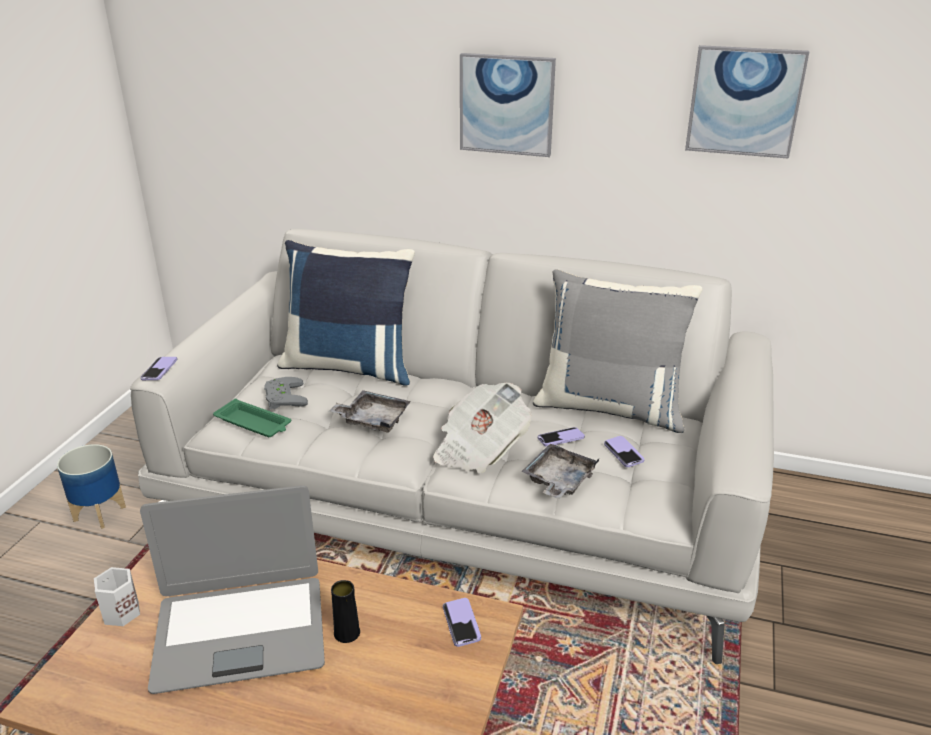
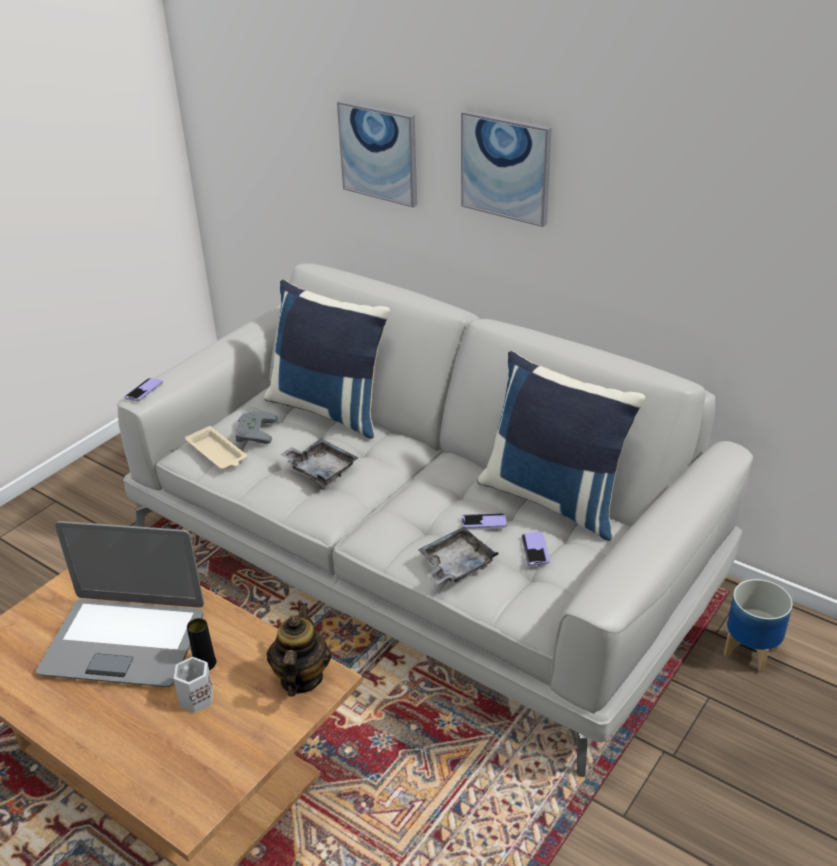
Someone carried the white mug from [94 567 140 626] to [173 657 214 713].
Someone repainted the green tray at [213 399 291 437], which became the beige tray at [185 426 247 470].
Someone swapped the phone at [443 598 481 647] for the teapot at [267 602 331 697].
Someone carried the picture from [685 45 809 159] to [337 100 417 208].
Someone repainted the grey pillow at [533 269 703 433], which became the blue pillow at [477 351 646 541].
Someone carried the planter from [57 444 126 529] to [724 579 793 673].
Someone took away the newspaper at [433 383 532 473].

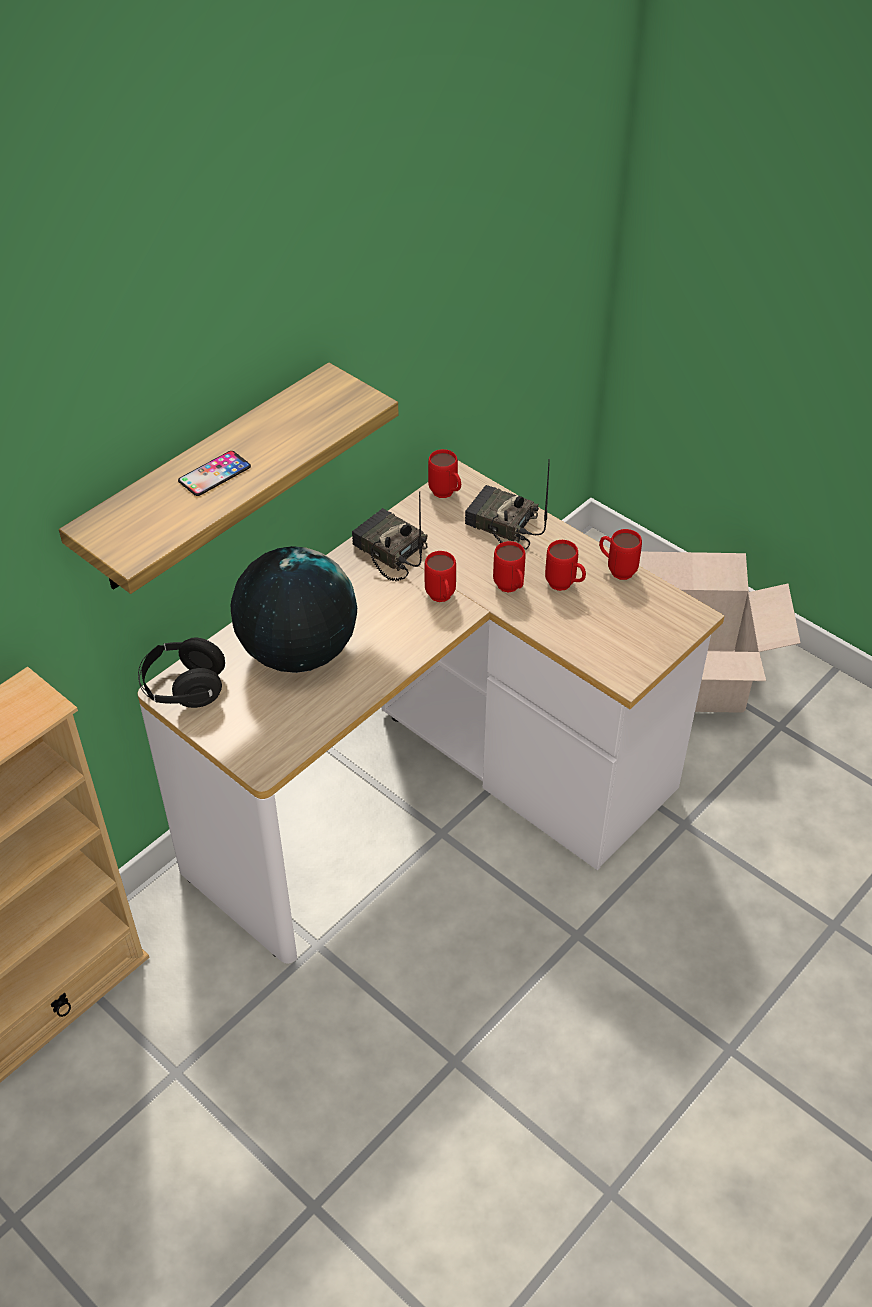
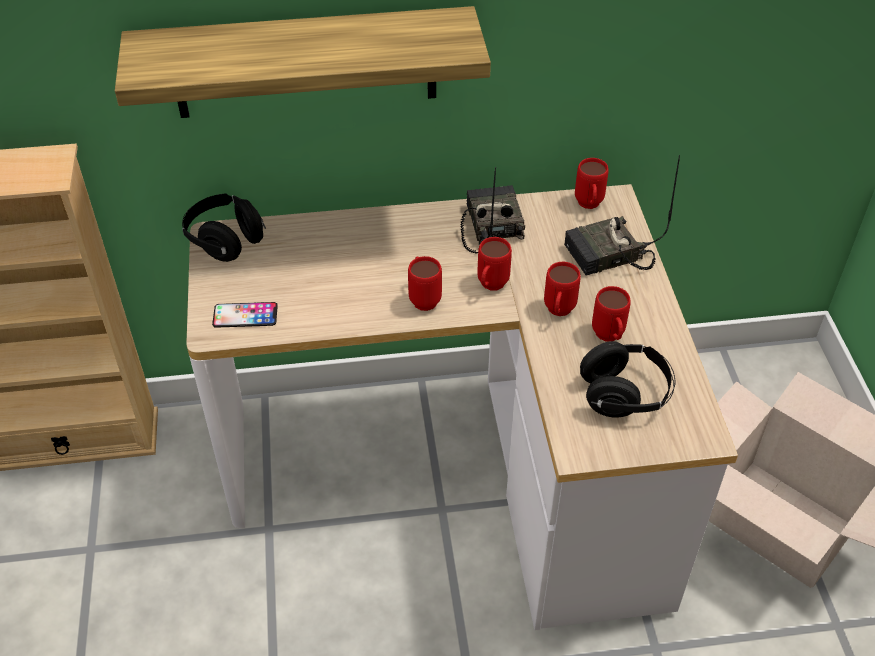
Someone carried the phone from [178 451 251 496] to [212 302 278 328].
Someone carried the red mug from [599 529 642 580] to [408 256 442 311].
Someone rotated the radio at [465 459 550 550] by 90 degrees counterclockwise.
Someone put down the black headphones at [580 341 675 417].
Someone took away the globe at [231 546 357 673].

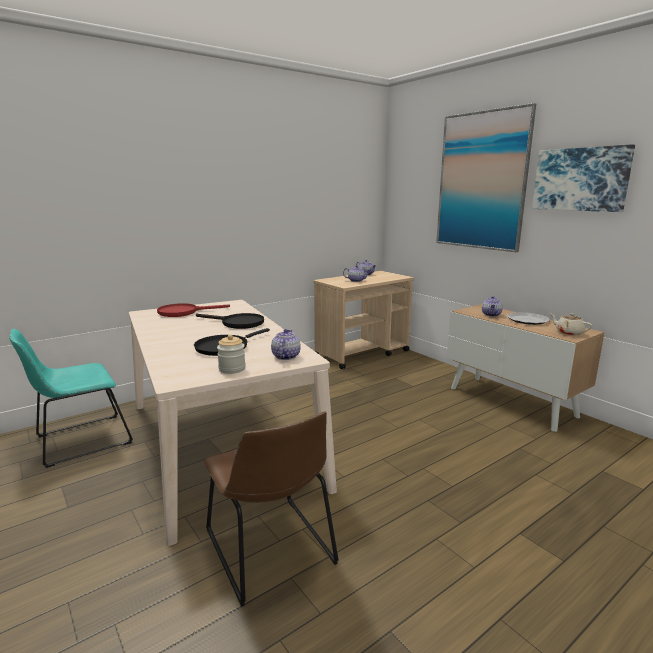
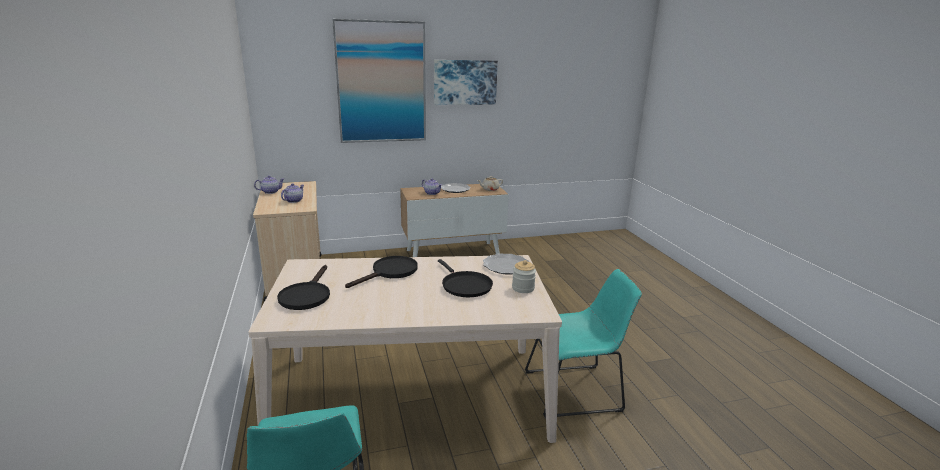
Someone repainted the red frying pan at [157 303 230 317], which became the black frying pan at [277 265 330 310].
Someone swapped the teapot at [271 329 301 360] for the plate at [483 253 530 275].
Someone repainted the brown chair at [204 411 339 607], which became the turquoise chair at [525 269 642 419].

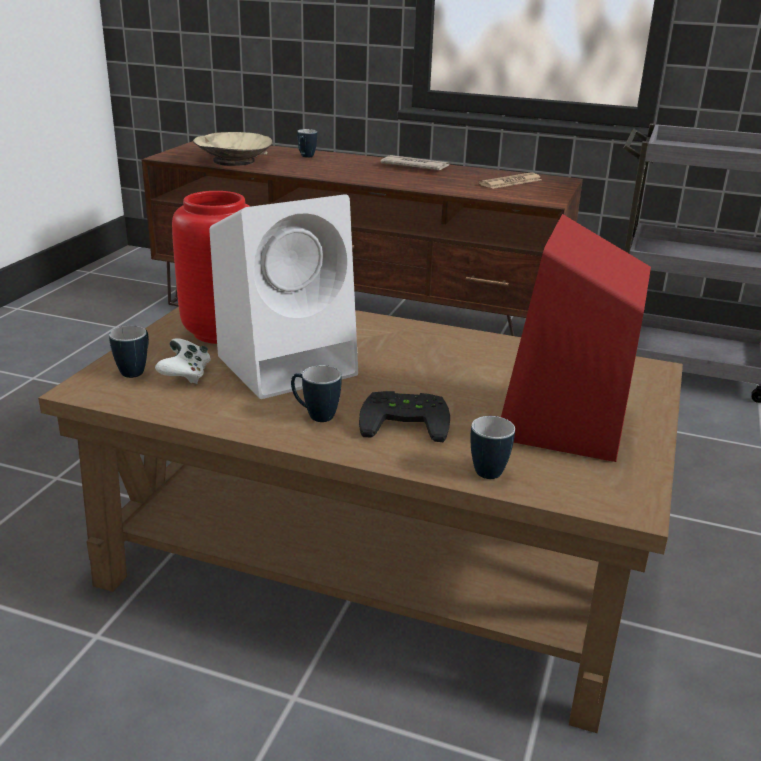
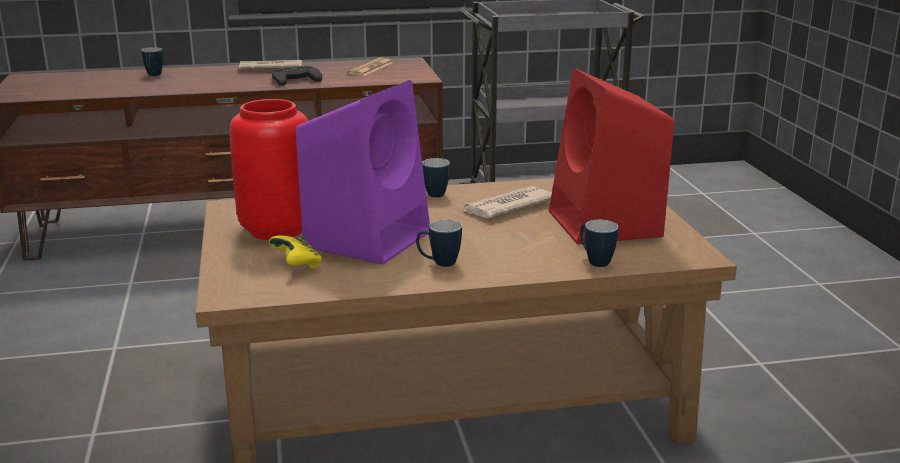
Someone repainted the white game controller at [155 338 211 384], which became the yellow game controller at [269 235 322 269].
Someone carried the black game controller from [359 391 450 442] to [271 66 322 86].
Someone repainted the white speaker at [209 194 358 399], which became the purple speaker at [296 80 430 265].
Someone carried the mug from [109 326 149 378] to [422 158 450 197].
Someone put down the newspaper at [463 186 552 218].
Someone took away the beige bowl at [193 132 272 166].

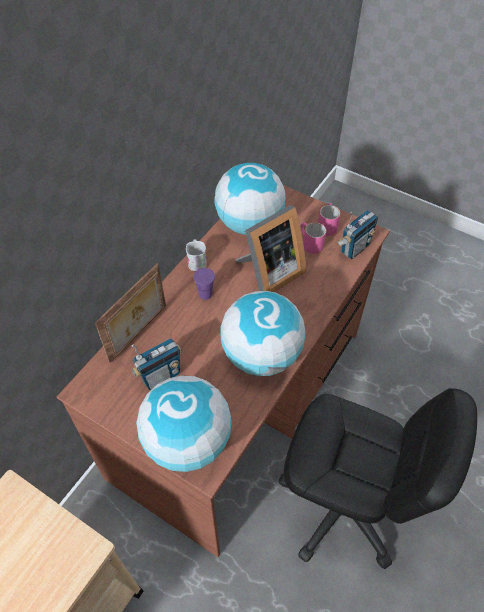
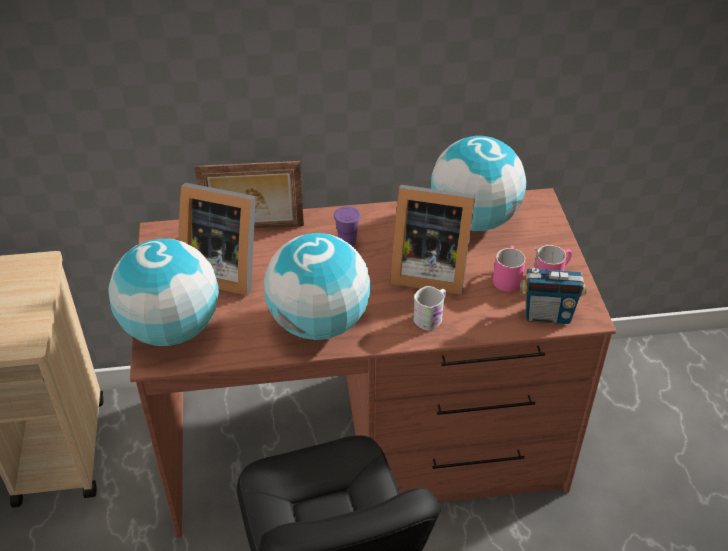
Someone swapped the radio at [132 338 182 390] for the picture frame at [179 183 256 296].
Someone carried the white mug from [186 239 207 271] to [413 286 446 331].

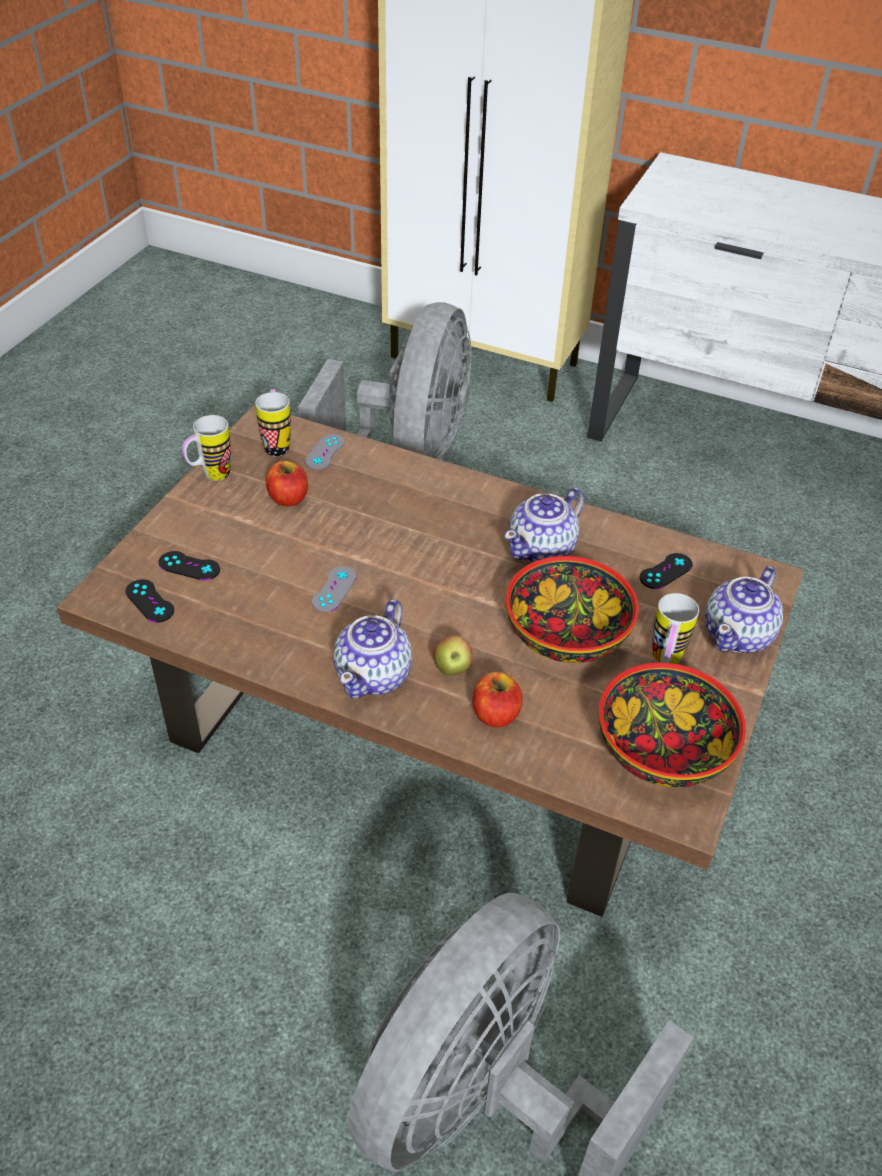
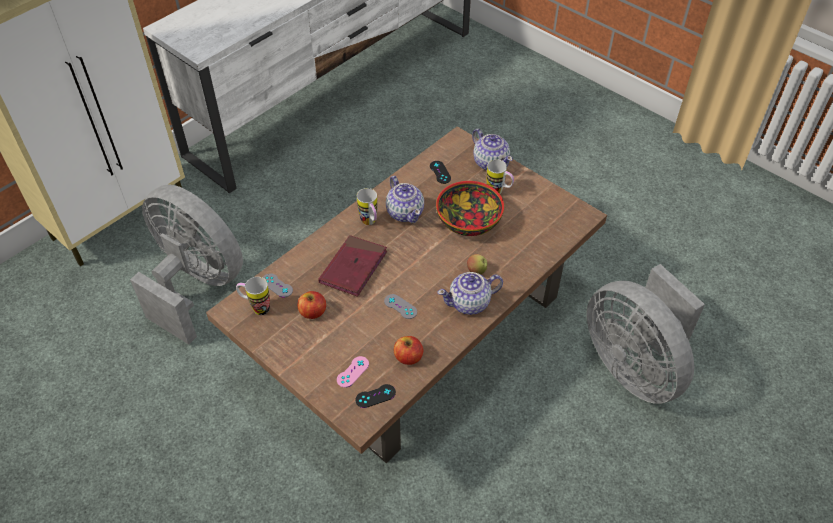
Someone put down the red book at [318 235 387 297].
Someone repainted the black game controller at [158 551 220 581], which became the pink game controller at [337 356 369 388].
Someone carried the mug from [182 415 231 481] to [357 188 377 225].
Someone carried the apple from [473 672 523 728] to [394 336 424 365].
Someone rotated the teapot at [334 599 412 698] by 120 degrees clockwise.
Someone took away the bowl at [598 663 746 788].

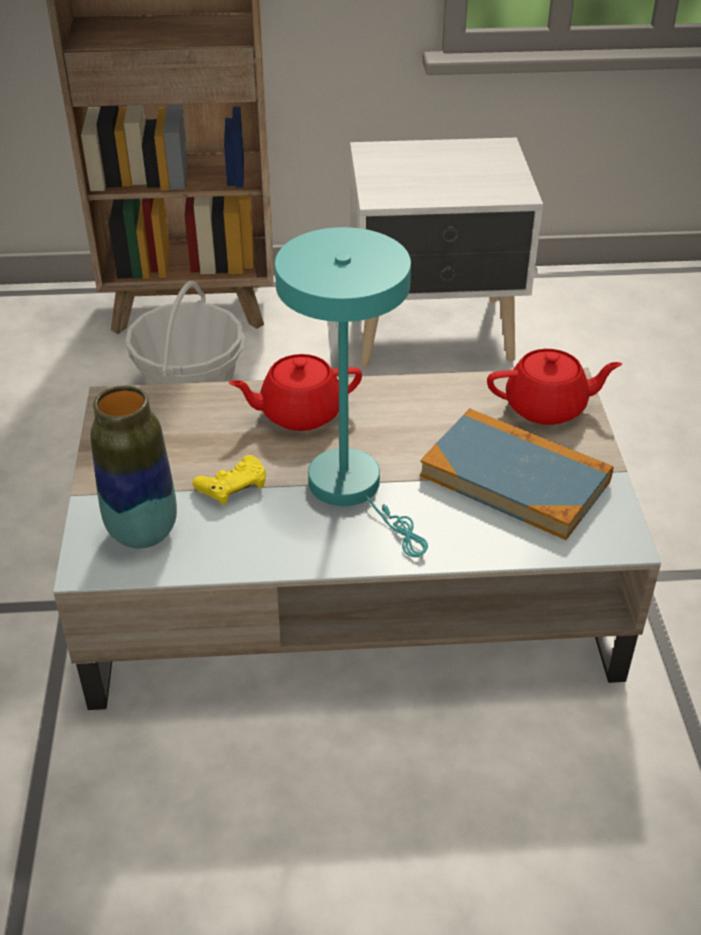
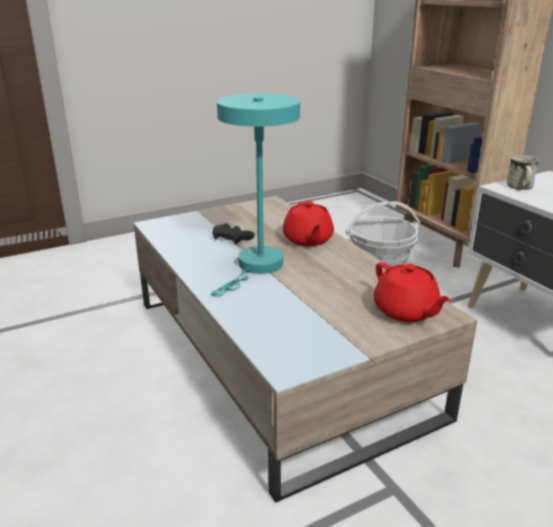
Someone repainted the yellow game controller at [193 455 266 505], which became the black game controller at [213 223 255 244].
Someone rotated the red teapot at [229 354 362 431] by 150 degrees counterclockwise.
Someone put down the white mug at [506 155 539 190].
Someone took away the vase at [90 385 177 549].
Someone took away the book at [420 409 614 540].

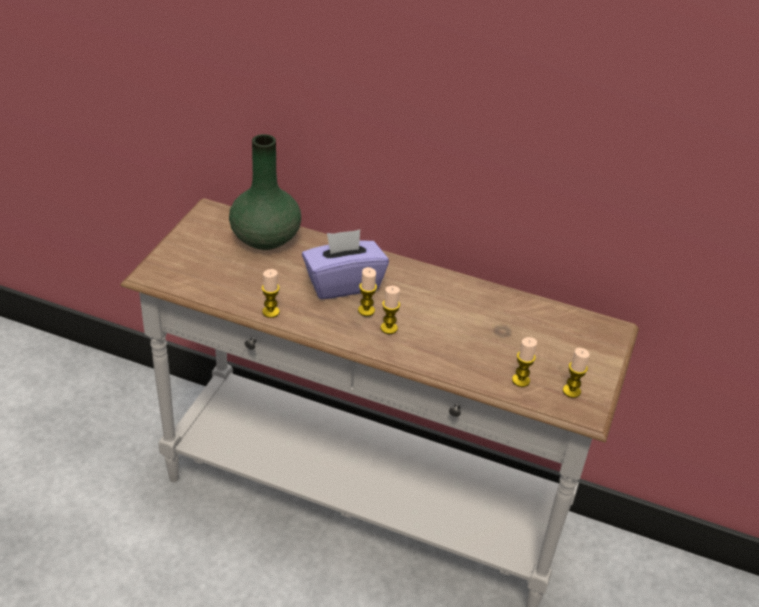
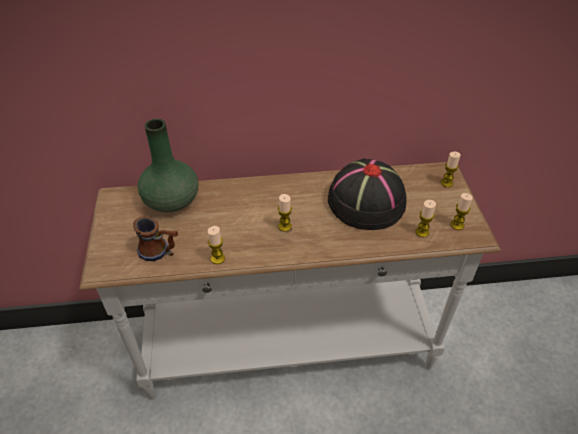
Someone put down the mug at [133 216 178 261].
Someone put down the black hat at [328 159 407 230].
Someone carried the candle from [381 286 400 334] to [441 152 461 187].
Someone took away the purple tissue box at [302 230 389 299].

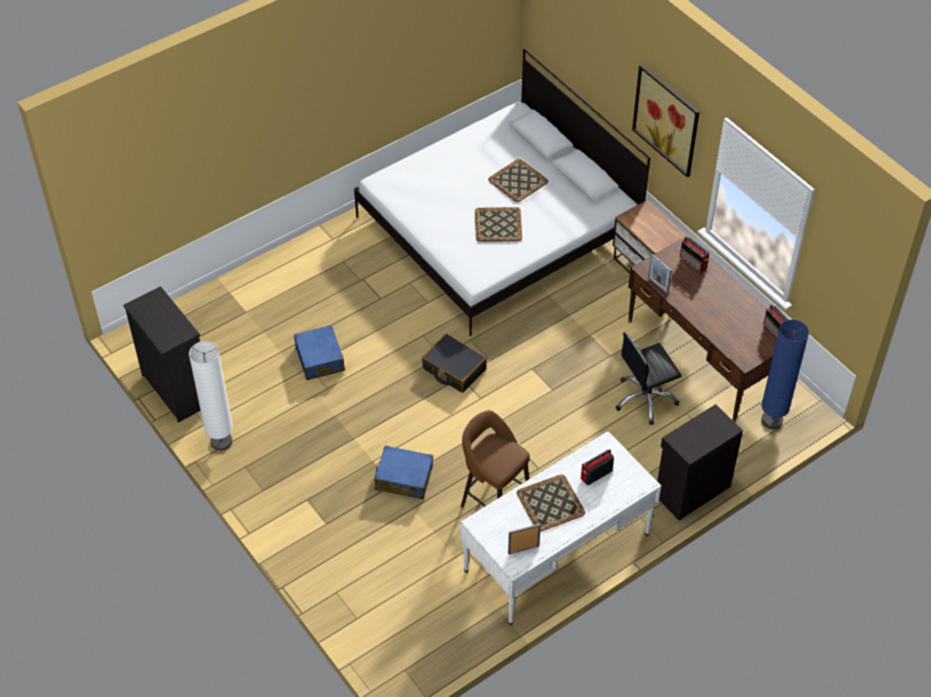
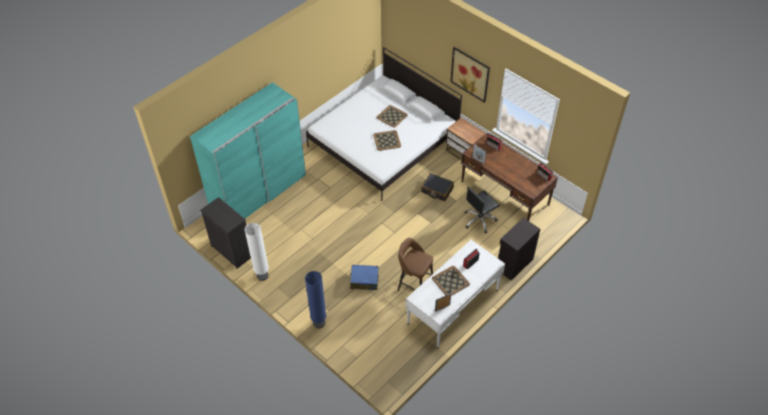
Someone put down the turquoise wardrobe at [190 82 306 219].
Someone carried the blue floor lamp from [761 320 809 429] to [305 271 326 329].
Someone carried the black suitcase from [422 334 487 393] to [421 173 454 201].
Someone took away the blue suitcase at [294 325 345 380].

